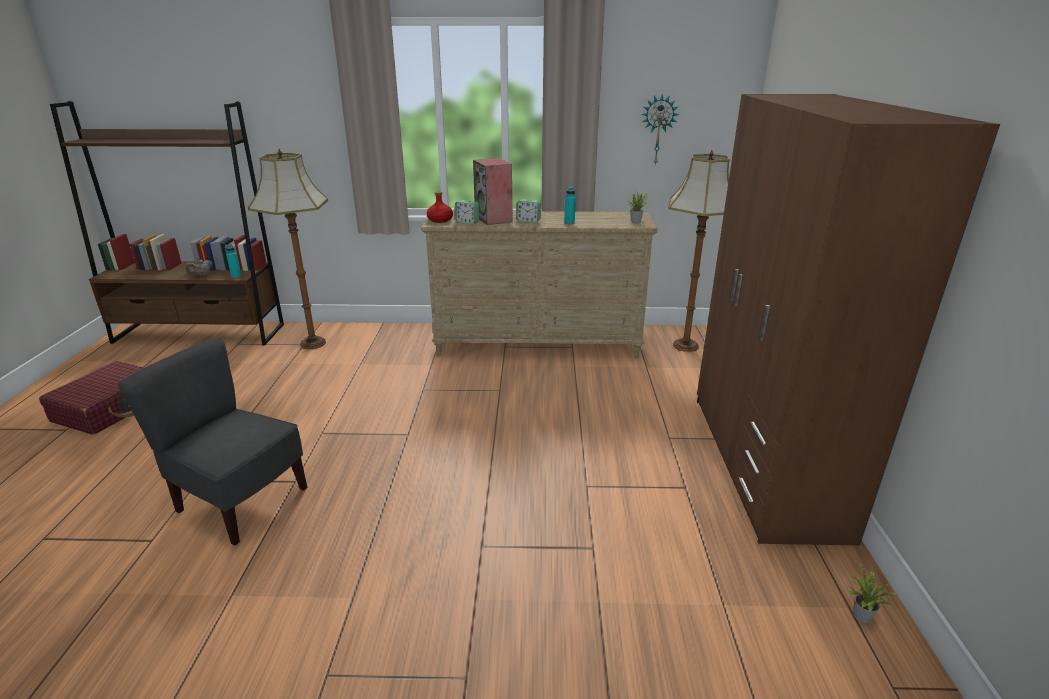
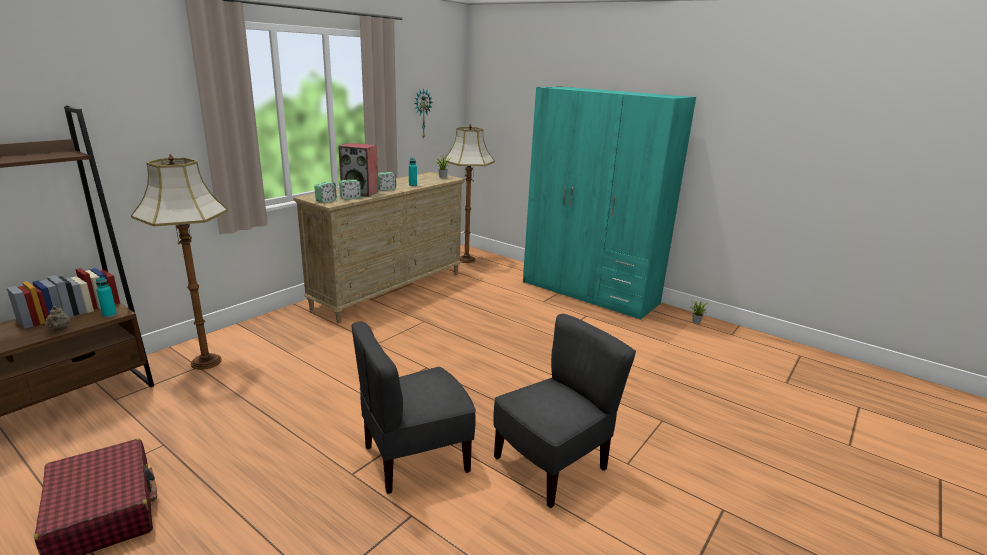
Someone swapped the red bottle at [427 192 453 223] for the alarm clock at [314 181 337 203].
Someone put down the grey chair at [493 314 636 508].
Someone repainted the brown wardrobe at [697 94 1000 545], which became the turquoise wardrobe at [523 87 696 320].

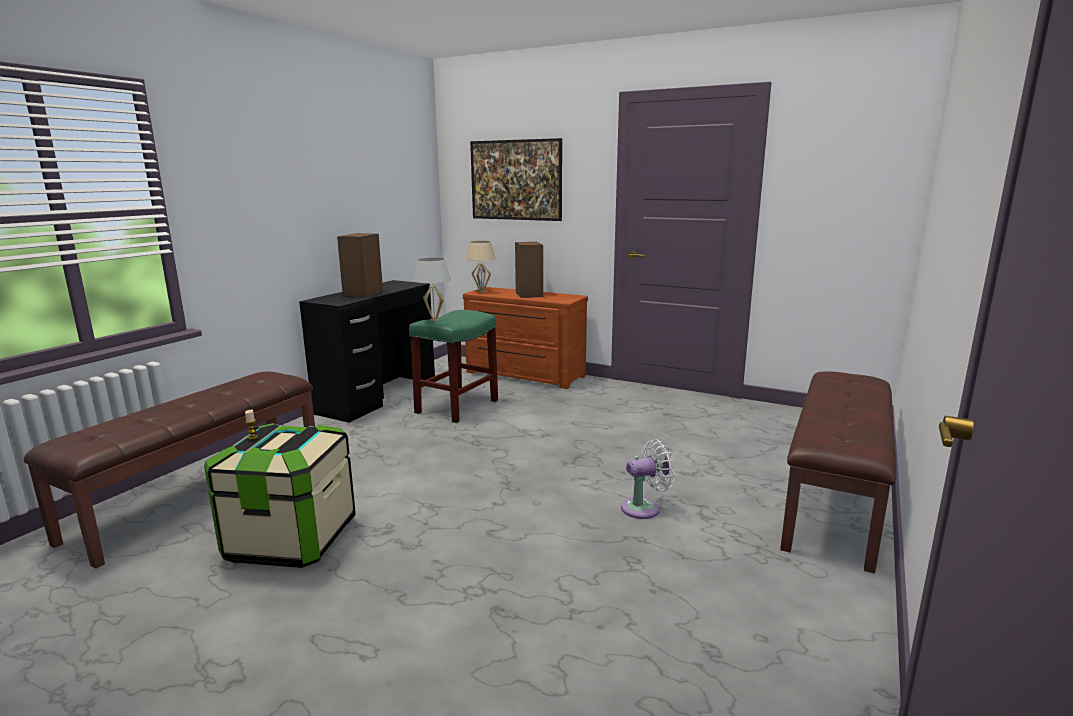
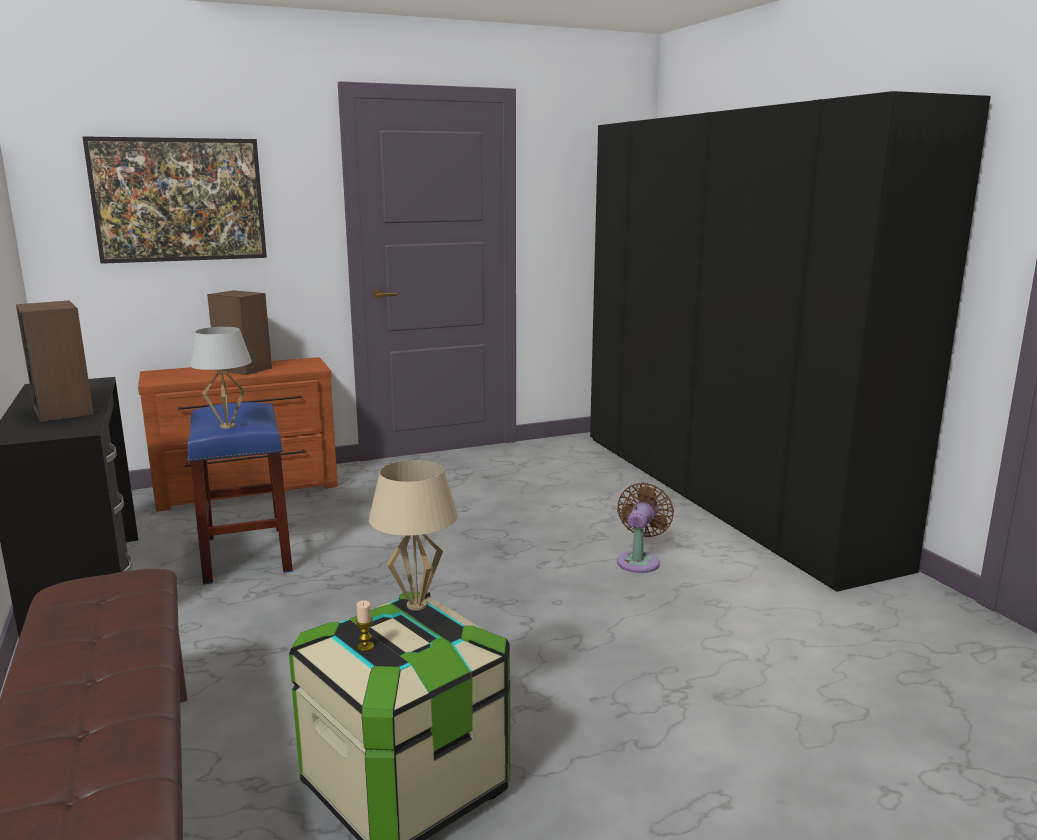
Someone repainted the green stool at [409 310 498 423], which became the blue stool at [187 402 293 585].
Someone carried the beige table lamp from [466 241 496 292] to [369 460 458 611].
Someone swapped the brown bench at [780 372 896 574] for the black wardrobe at [590 91 991 592].
Someone repainted the white fan at [621 439 675 519], which became the brown fan at [617 483 674 573].

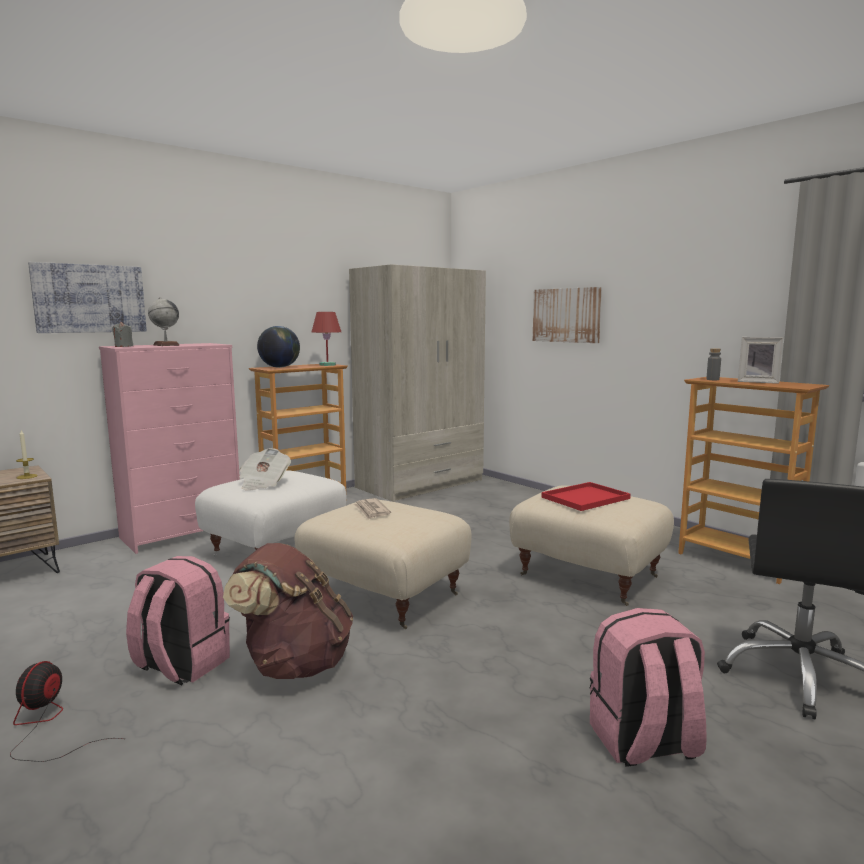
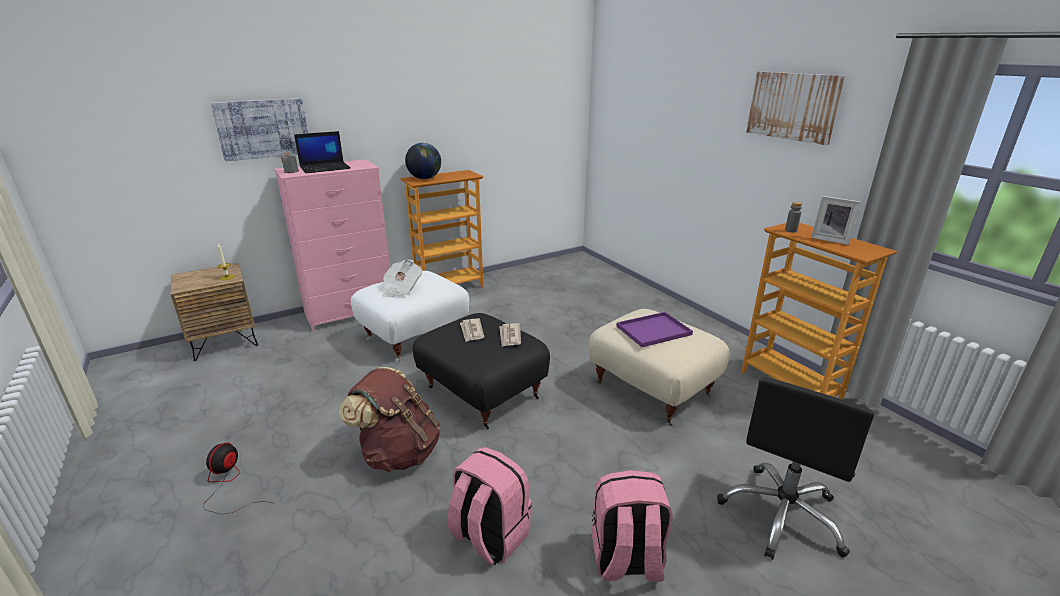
Someone swapped the globe at [148 297 180 346] for the laptop at [294 131 350 173].
Someone repainted the beige ottoman at [295 500 472 629], which became the black ottoman at [413 313 550 429].
Someone carried the pink backpack from [126 556 230 685] to [448 447 532 565].
Someone put down the newspaper at [500 323 521 347].
Someone repainted the red tray at [541 482 631 511], which became the purple tray at [616 312 693 347].
Someone carried the picture from [532 287 602 343] to [746 71 845 145].
Someone took away the red table lamp at [312 312 341 366].
Someone took away the beige wardrobe at [349 264 486 502].

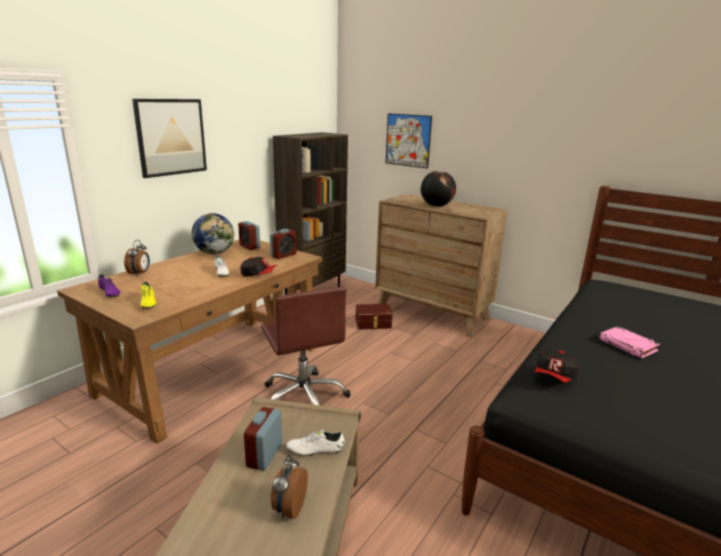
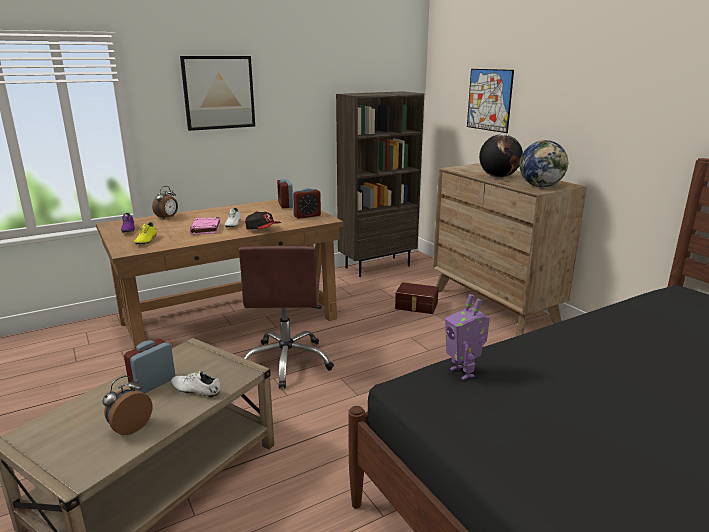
Someone carried the pink book from [599 326 660 359] to [190 217 220 234].
Someone swapped the cap at [534 350 578 383] for the toy robot at [445 294 490 380].
Someone carried the globe from [192 213 234 254] to [520 140 569 187].

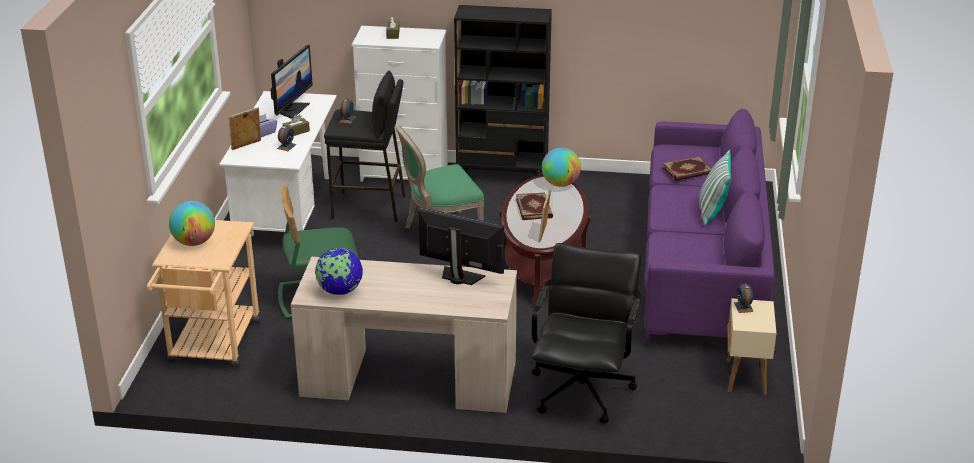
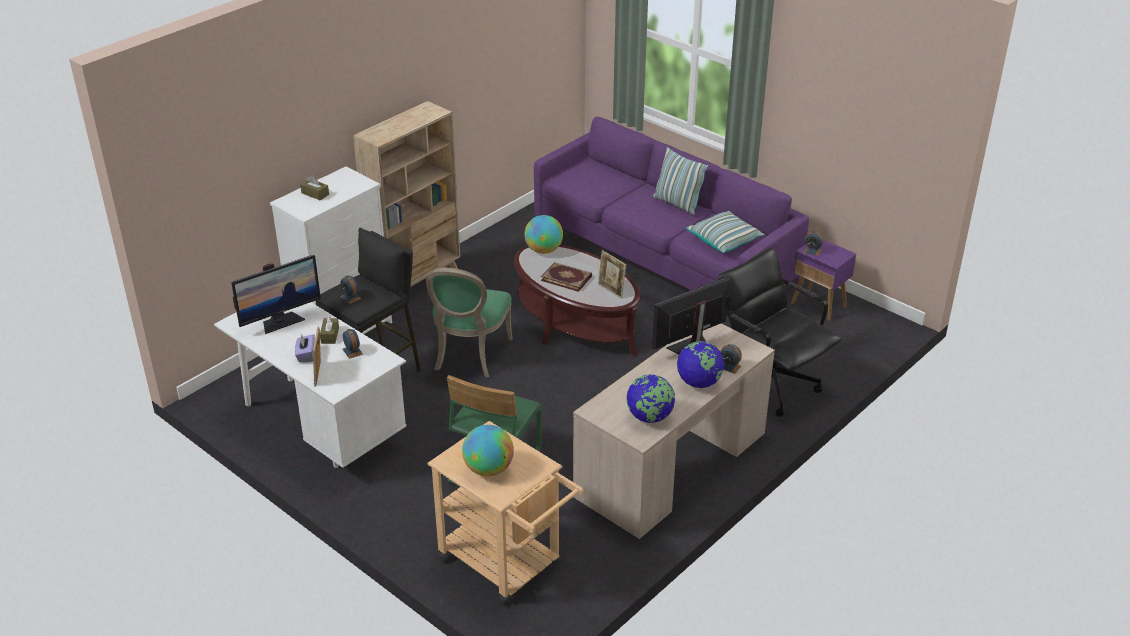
Someone rotated the monitor at [270 45 313 119] by 90 degrees clockwise.
Someone repainted the black bookcase at [454 5 552 176], which became the beige bookcase at [353 101 461 287].
Someone put down the globe at [677 341 724 388].
Someone put down the pillow at [686 211 765 253].
Someone put down the alarm clock at [721 344 742 374].
Someone repainted the beige side table at [726 298 776 395], which became the purple side table at [791 240 856 321].
Someone took away the book at [662 156 712 181].

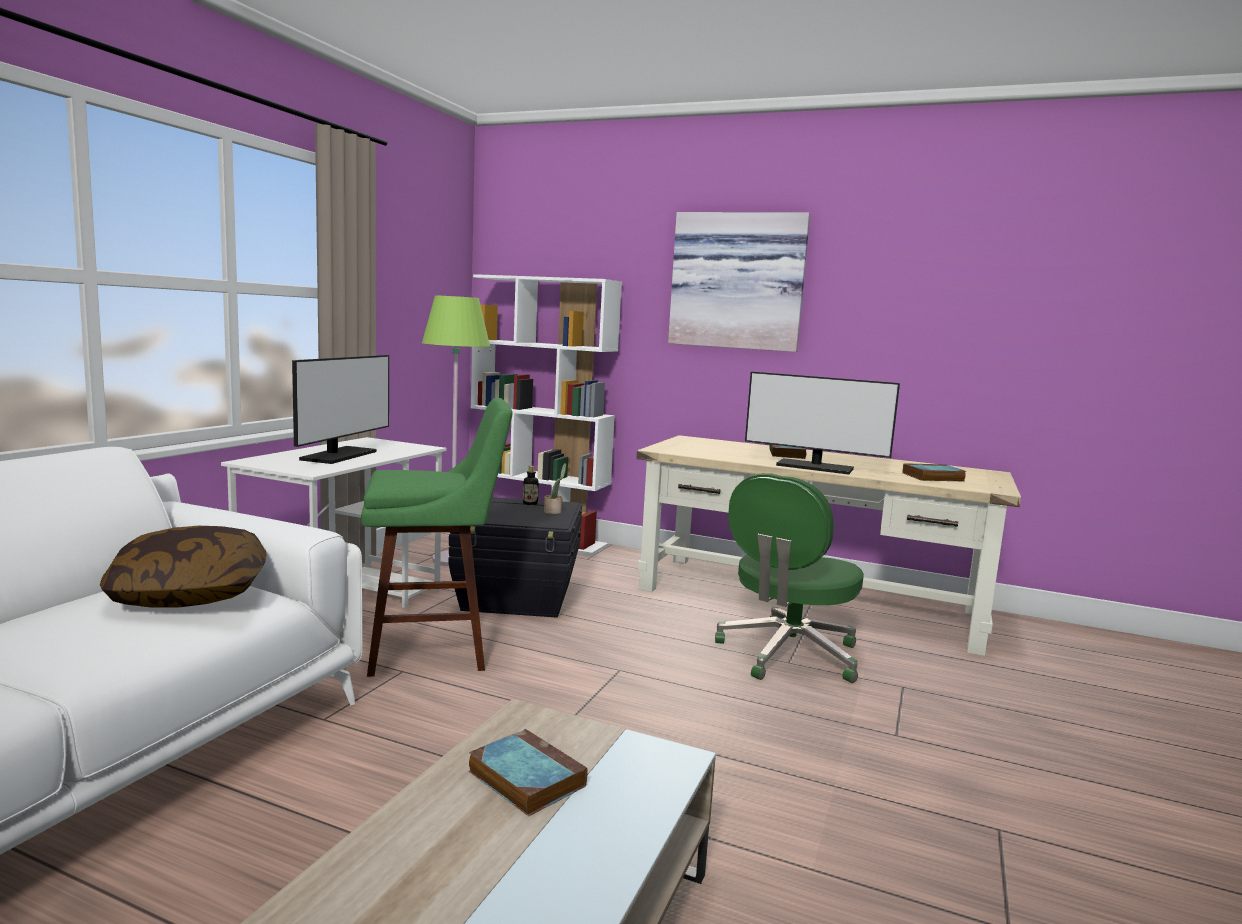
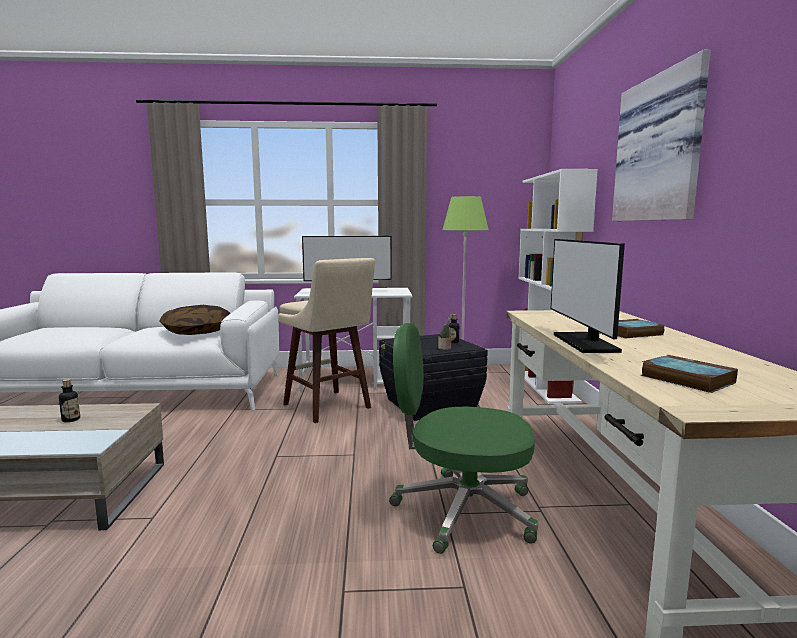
Someone swapped the book at [469 729 588 816] for the bottle at [59 379 80 422].
Someone repainted the green stool at [361 398 512 677], which became the beige stool at [278 258 375 423].

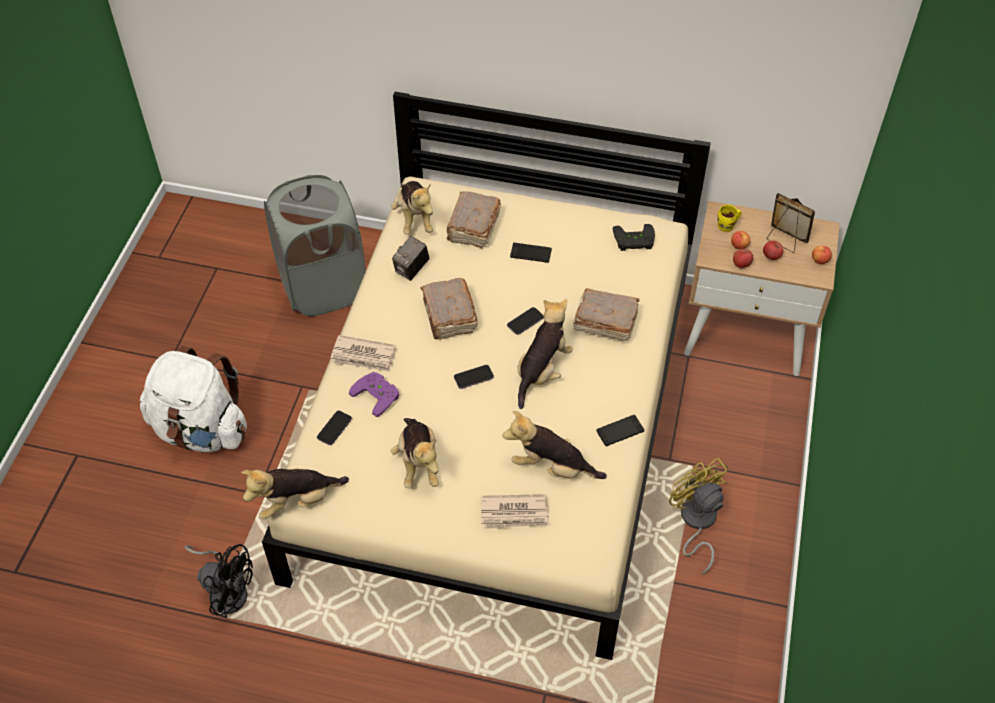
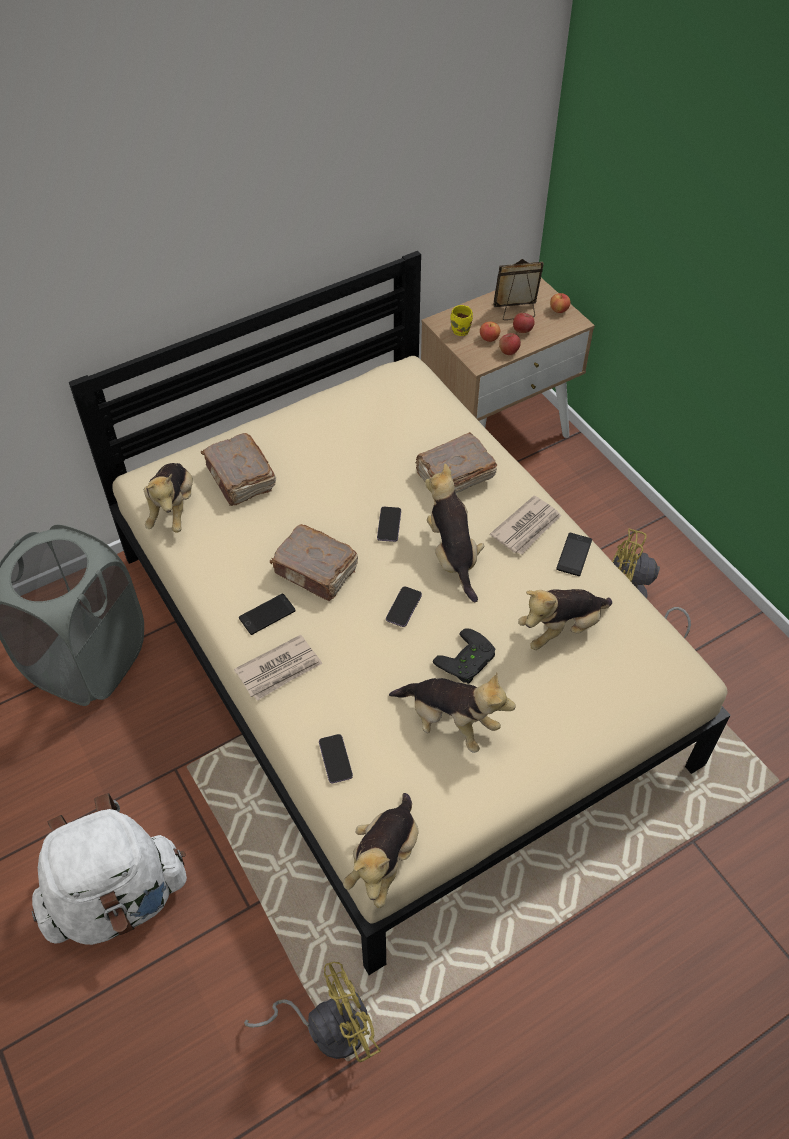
Someone rotated the plush toy at [391 181 433 235] by 60 degrees clockwise.
Someone carried the phone from [510 243 552 263] to [239 594 296 635].
Someone repainted the black fan at [185 544 253 618], which became the yellow fan at [244 962 381 1062].
Someone carried the black game controller from [613 224 655 251] to [433 628 496 684].
Someone carried the newspaper from [481 494 550 529] to [490 496 561 555].
Someone took away the purple game controller at [349 372 399 417].
Someone took away the photo camera at [392 236 429 281].

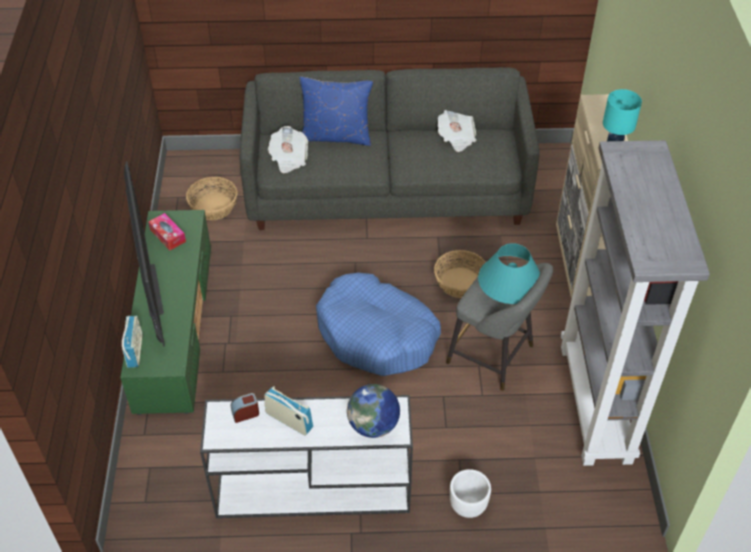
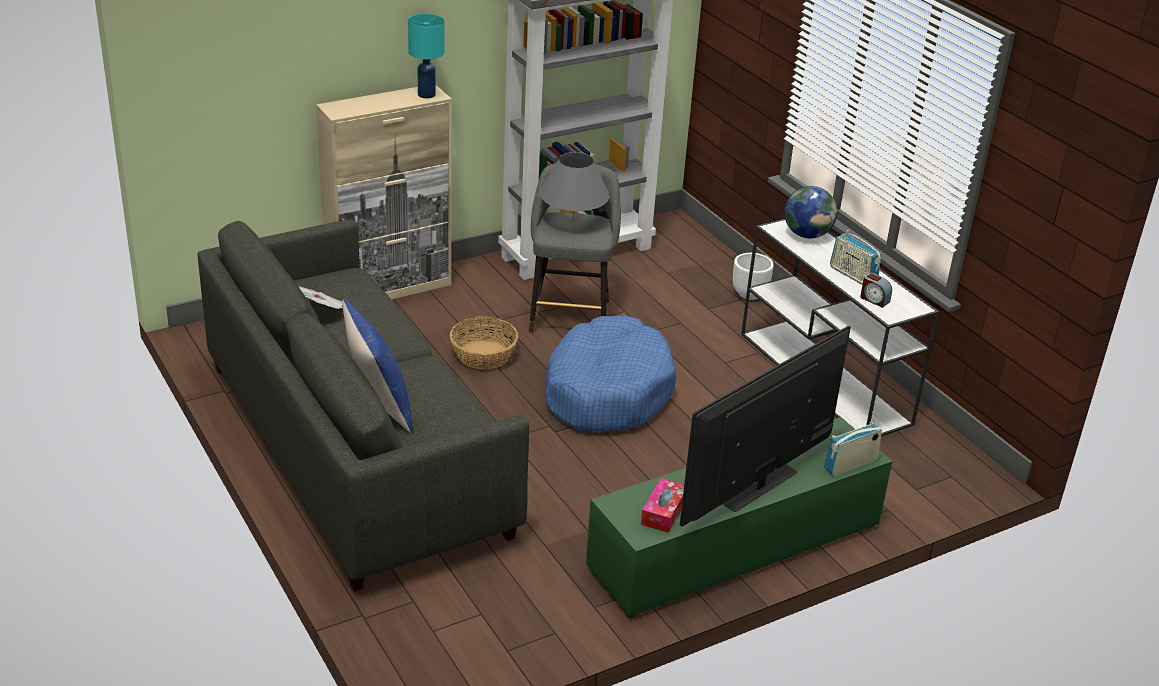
Someone repainted the turquoise table lamp at [478 243 540 304], which became the grey table lamp at [540 152 609 221].
Someone rotated the radio at [265 386 313 436] by 45 degrees counterclockwise.
Someone took away the basket at [186 177 237 220].
Someone took away the newspaper at [268 126 308 173].

